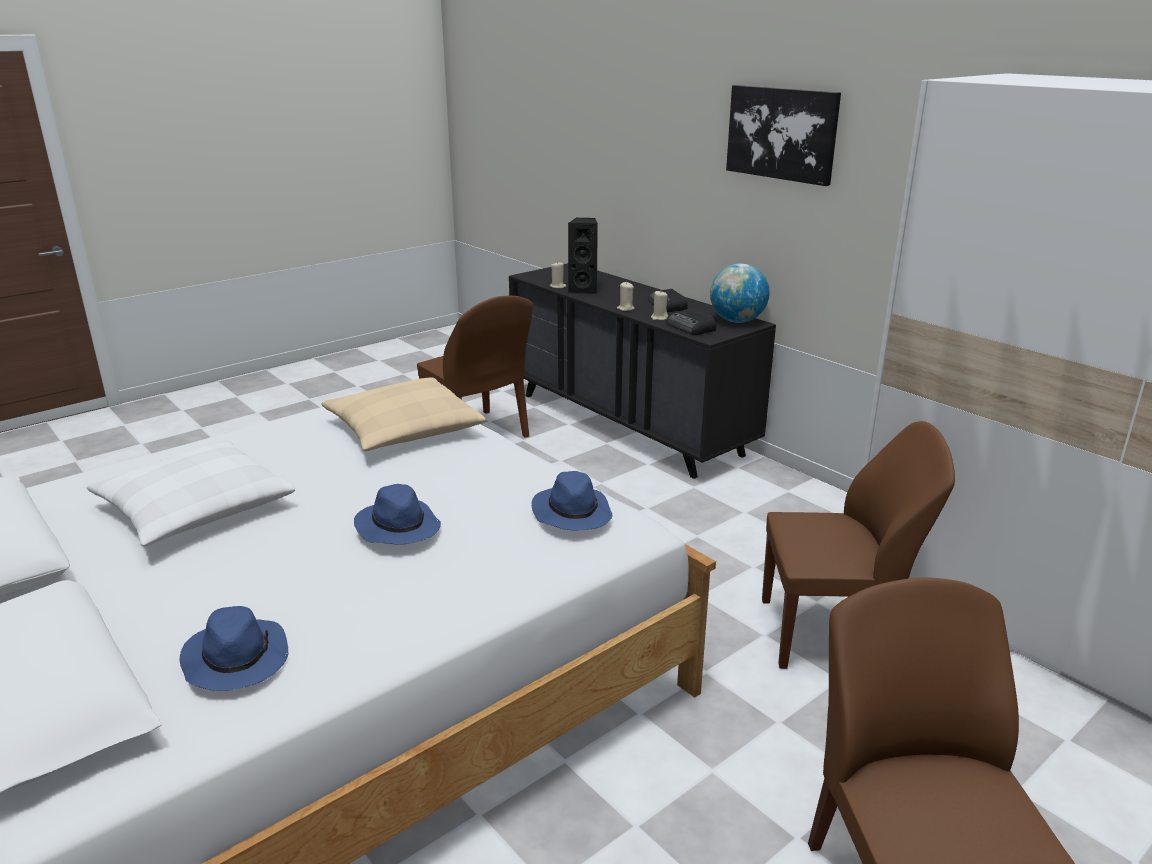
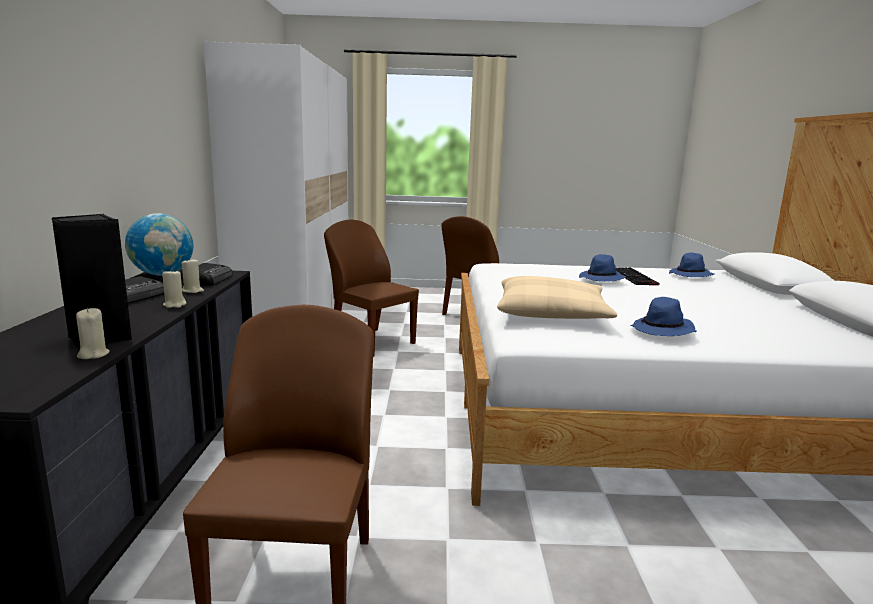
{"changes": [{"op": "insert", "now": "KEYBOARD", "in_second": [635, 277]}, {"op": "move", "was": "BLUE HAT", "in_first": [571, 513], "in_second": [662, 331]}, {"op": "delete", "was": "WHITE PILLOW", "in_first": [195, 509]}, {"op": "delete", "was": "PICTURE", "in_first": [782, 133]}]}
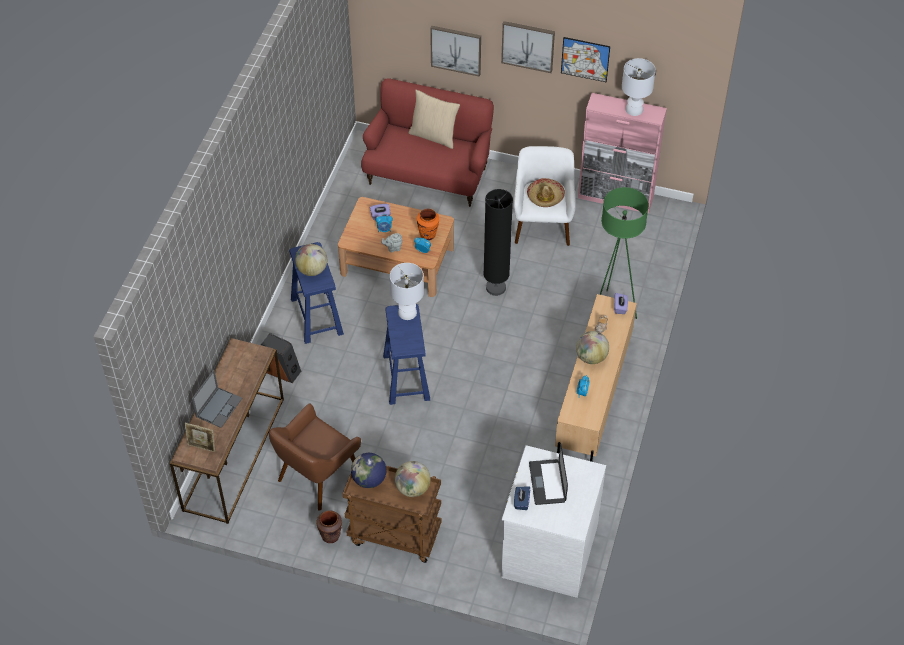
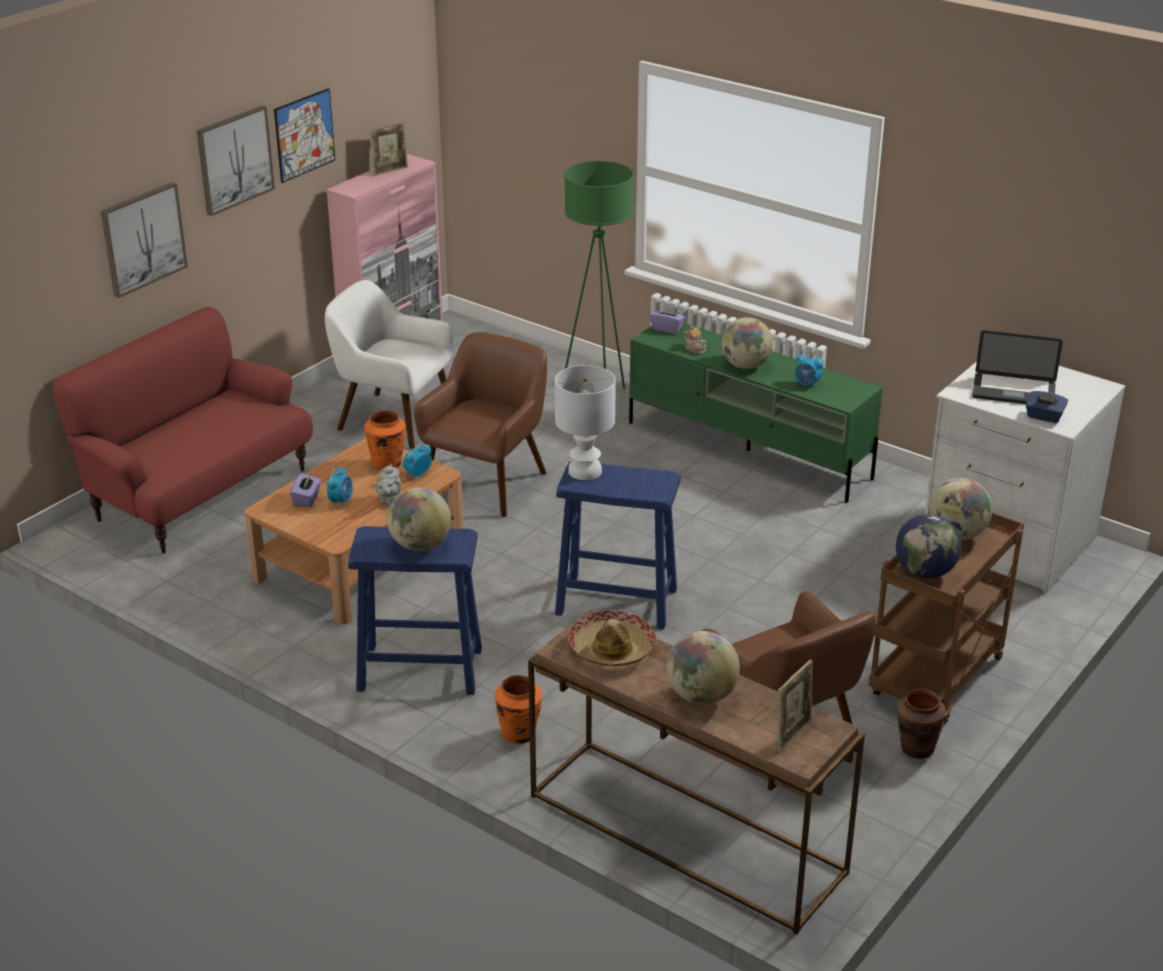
{"changes": [{"op": "replace", "was": "WHITE TABLE LAMP", "now": "PICTURE FRAME", "in_first": [634, 109], "in_second": [390, 171]}, {"op": "replace", "was": "BLACK FLOOR LAMP", "now": "BROWN ARMCHAIR", "in_first": [496, 288], "in_second": [488, 483]}, {"op": "replace", "was": "SPEAKER", "now": "ORANGE VASE", "in_first": [282, 370], "in_second": [519, 734]}, {"op": "move", "was": "HAT", "in_first": [545, 196], "in_second": [611, 648]}, {"op": "recolor", "was": "BEIGE TV STAND", "now": "GREEN TV STAND", "in_first": [592, 399], "in_second": [749, 451]}, {"op": "replace", "was": "LAPTOP", "now": "GLOBE", "in_first": [219, 407], "in_second": [701, 696]}, {"op": "delete", "was": "BEIGE PILLOW", "in_first": [434, 136]}]}
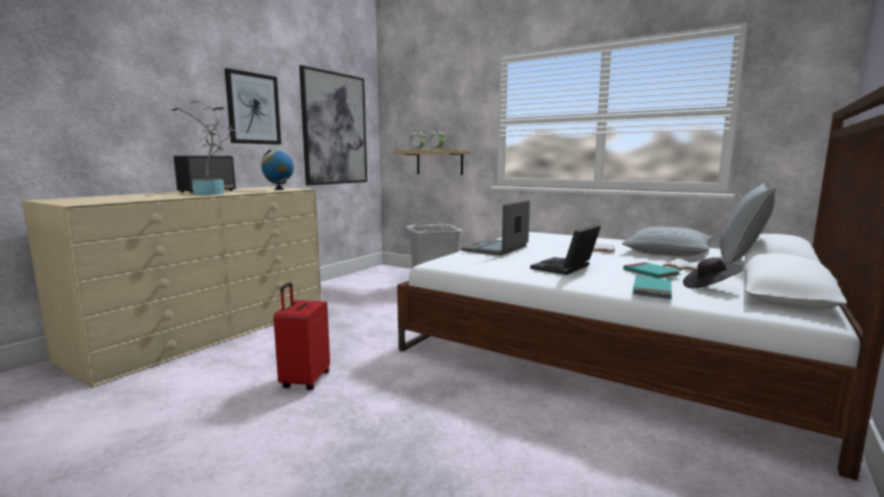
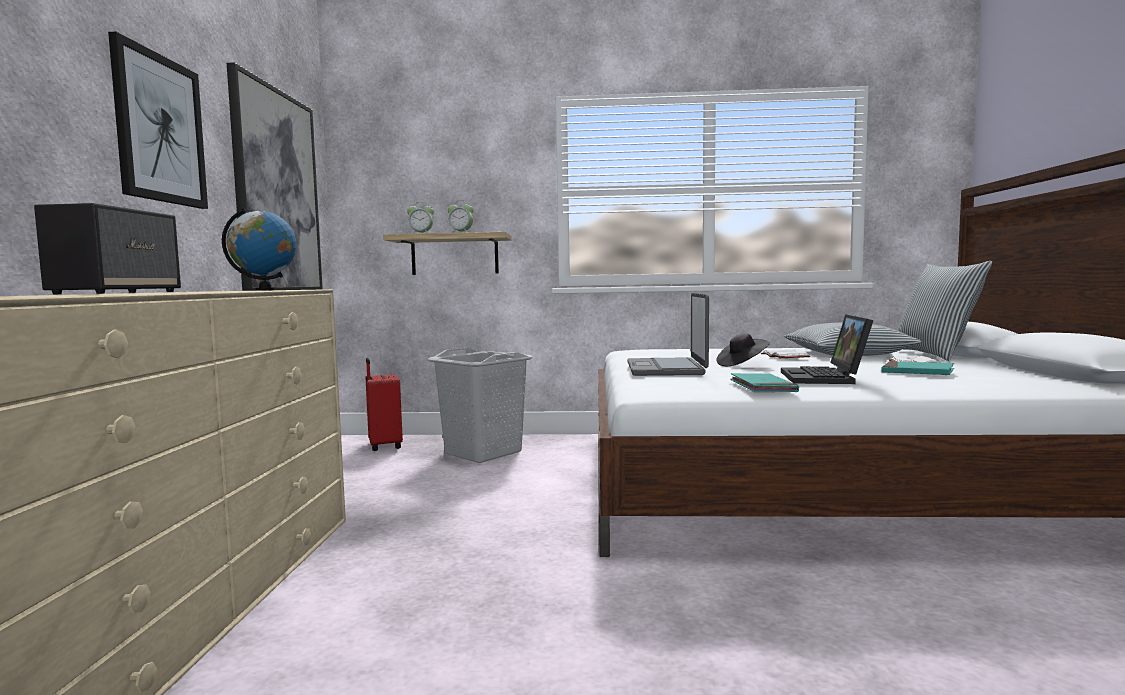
{"changes": [{"op": "move", "was": "RED SUITCASE", "in_first": [304, 381], "in_second": [383, 446]}, {"op": "move", "was": "BLACK HAT", "in_first": [709, 287], "in_second": [742, 364]}, {"op": "move", "was": "TURQUOISE BOOK", "in_first": [652, 290], "in_second": [762, 387]}, {"op": "delete", "was": "POTTED PLANT", "in_first": [212, 194]}]}
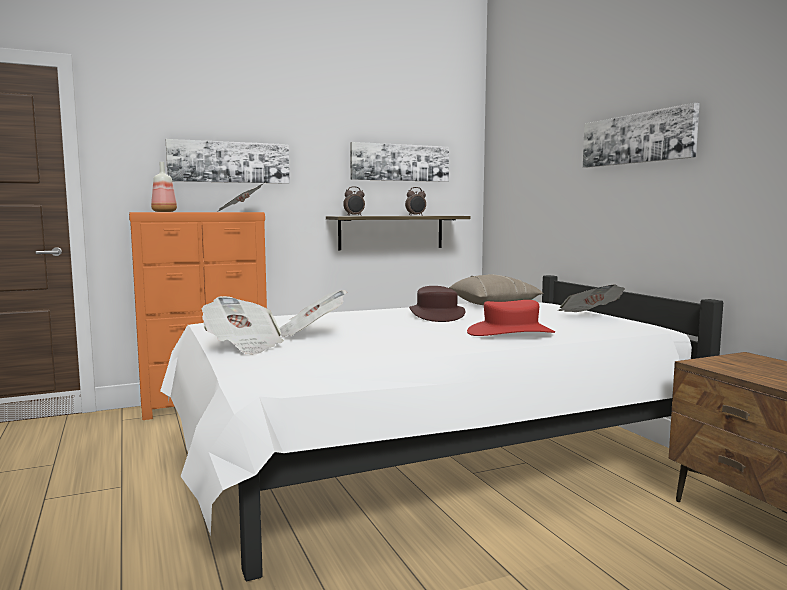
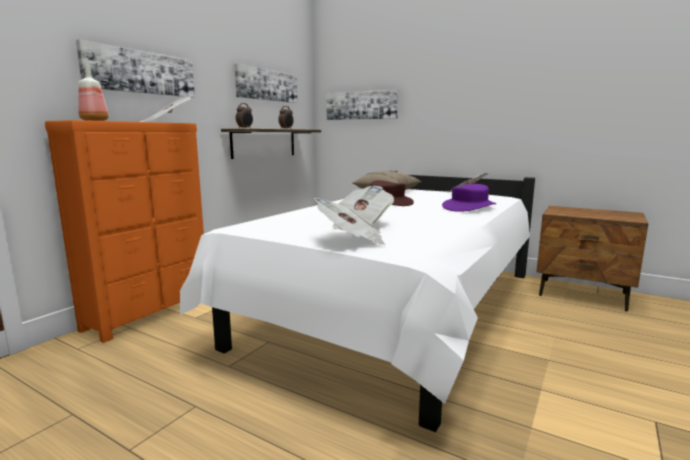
{"changes": [{"op": "move", "was": "PICTURE", "in_first": [637, 138], "in_second": [361, 105]}, {"op": "recolor", "was": "RED HAT", "now": "PURPLE HAT", "in_first": [510, 332], "in_second": [469, 207]}]}
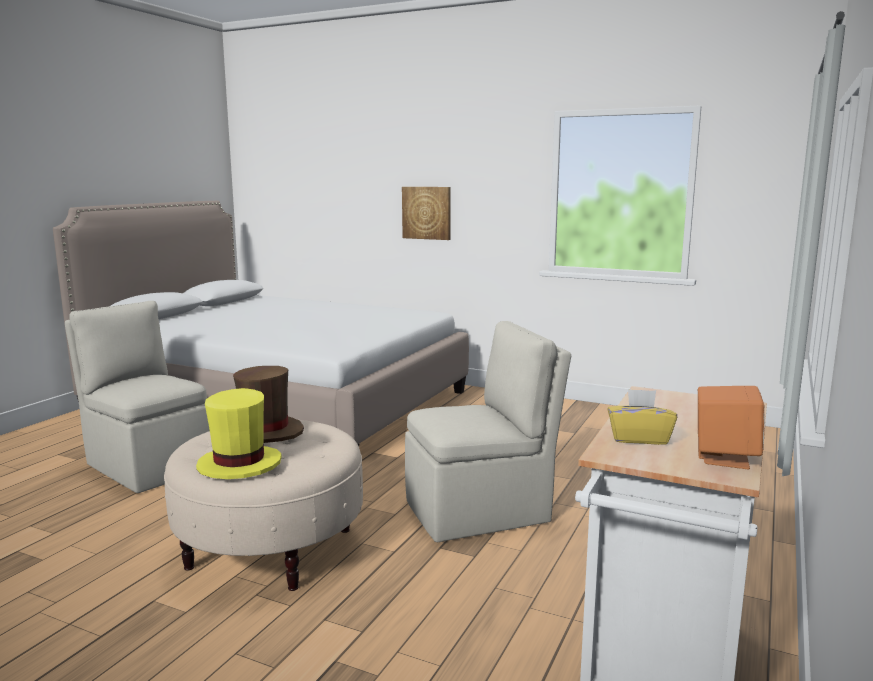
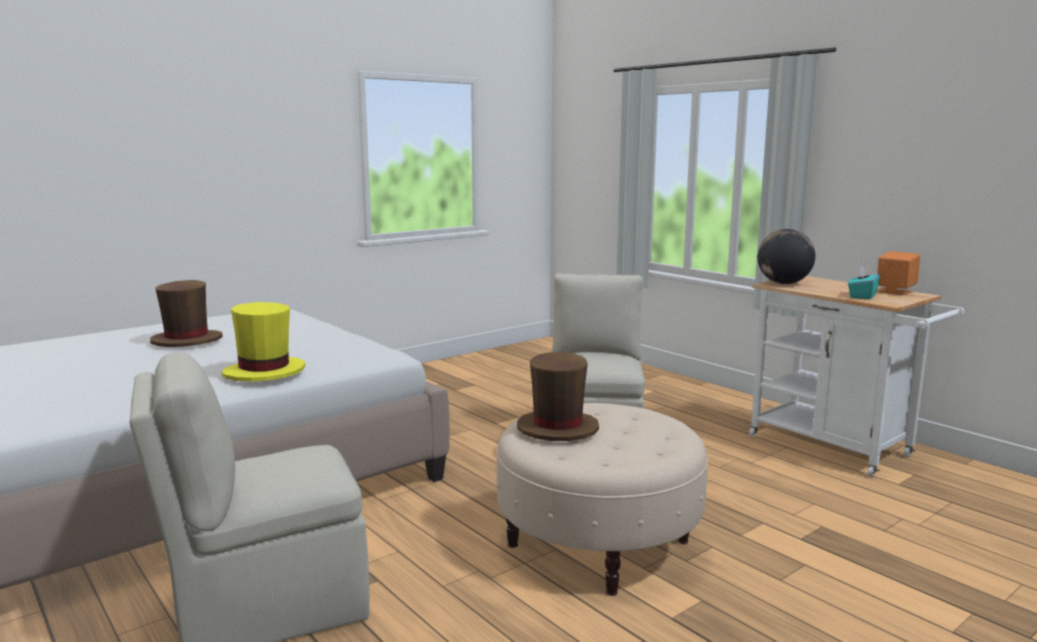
{"changes": [{"op": "insert", "now": "BROWN HAT", "in_second": [187, 341]}, {"op": "move", "was": "YELLOW HAT", "in_first": [239, 465], "in_second": [264, 372]}, {"op": "insert", "now": "GLOBE", "in_second": [783, 283]}, {"op": "recolor", "was": "YELLOW TISSUE BOX", "now": "TURQUOISE TISSUE BOX", "in_first": [639, 438], "in_second": [862, 296]}, {"op": "delete", "was": "PICTURE", "in_first": [427, 213]}]}
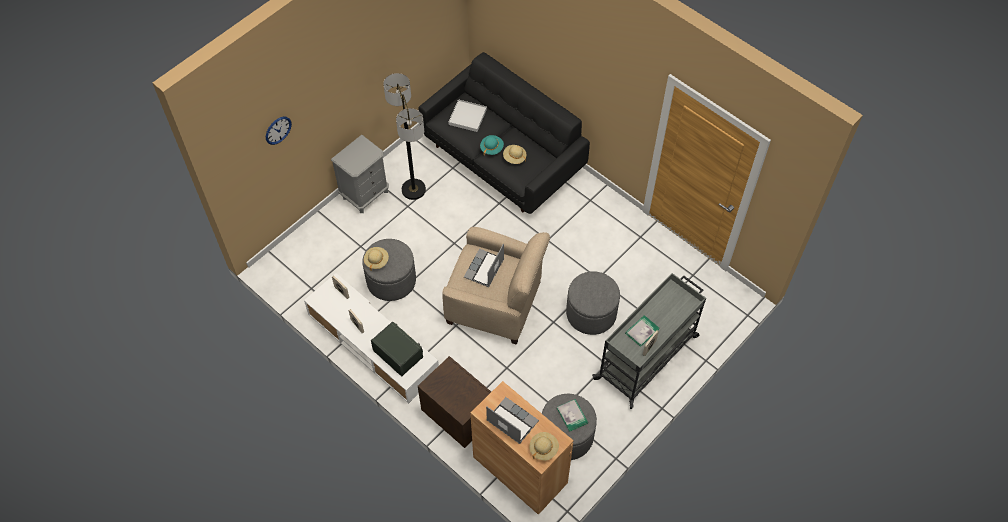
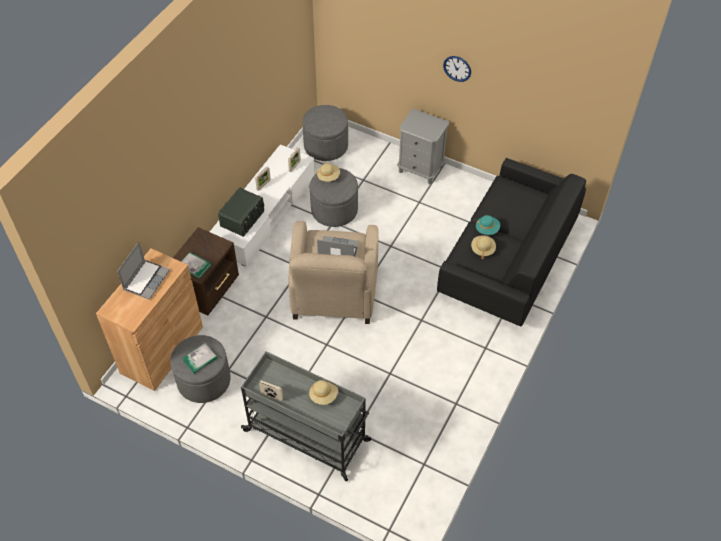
{"changes": [{"op": "move", "was": "BOOK", "in_first": [642, 331], "in_second": [194, 266]}, {"op": "move", "was": "GREY OTTOMAN", "in_first": [591, 313], "in_second": [326, 146]}, {"op": "move", "was": "BEIGE HAT", "in_first": [543, 449], "in_second": [323, 395]}, {"op": "move", "was": "WALL CLOCK", "in_first": [278, 130], "in_second": [457, 68]}, {"op": "delete", "was": "FLOOR LAMP", "in_first": [413, 189]}, {"op": "delete", "was": "WHITE TRAY", "in_first": [467, 117]}]}
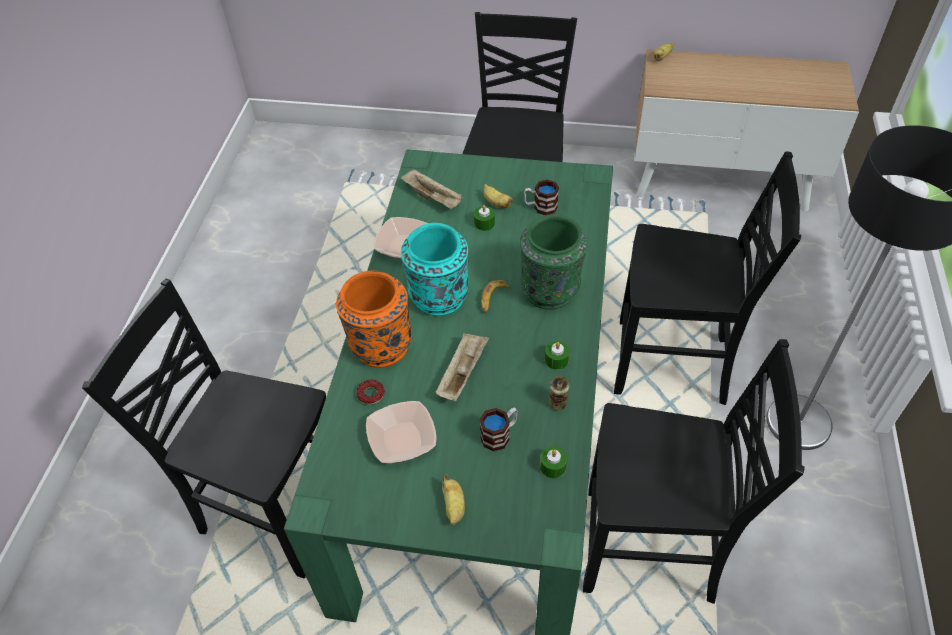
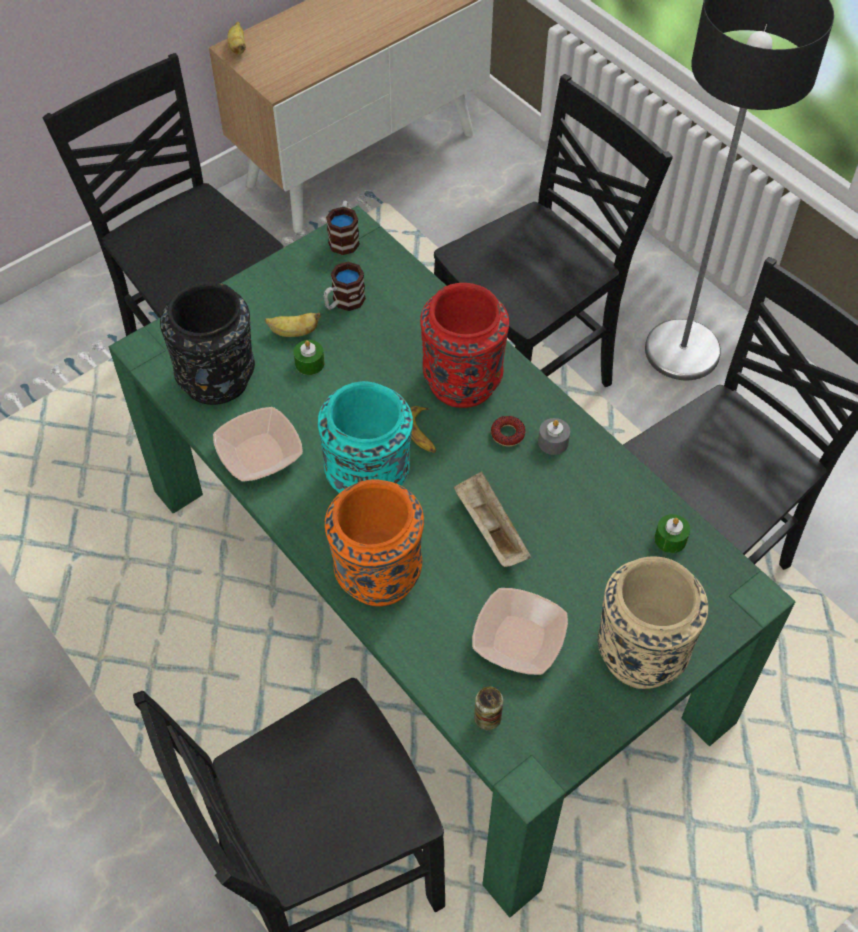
{"changes": [{"op": "replace", "was": "BEIGE TRAY", "now": "BLACK VASE", "in_first": [433, 198], "in_second": [218, 378]}, {"op": "move", "was": "MUG", "in_first": [500, 434], "in_second": [344, 238]}, {"op": "recolor", "was": "GREEN VASE", "now": "RED VASE", "in_first": [550, 289], "in_second": [462, 380]}, {"op": "move", "was": "CAN", "in_first": [557, 403], "in_second": [487, 718]}, {"op": "move", "was": "DONUT", "in_first": [371, 394], "in_second": [507, 434]}, {"op": "recolor", "was": "GREEN CANDLE", "now": "GREY CANDLE", "in_first": [556, 359], "in_second": [553, 442]}, {"op": "replace", "was": "BANANA", "now": "BEIGE VASE", "in_first": [454, 507], "in_second": [640, 652]}]}
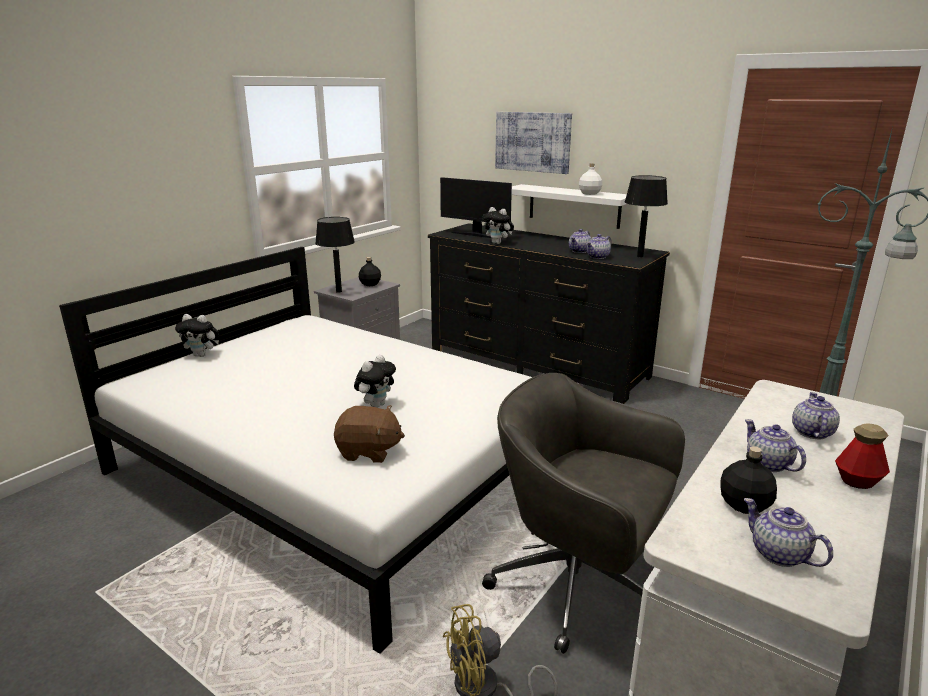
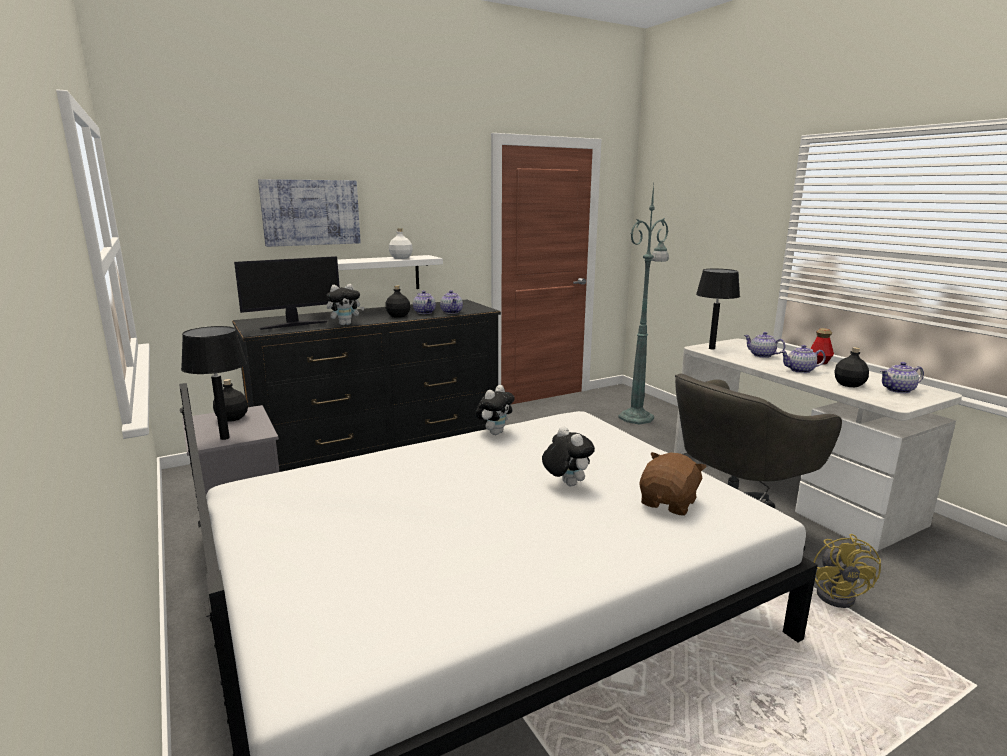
{"changes": [{"op": "insert", "now": "BLACK BOTTLE", "in_second": [398, 316]}, {"op": "move", "was": "PLUSH TOY", "in_first": [202, 355], "in_second": [495, 432]}, {"op": "move", "was": "BLACK TABLE LAMP", "in_first": [639, 256], "in_second": [711, 348]}]}
